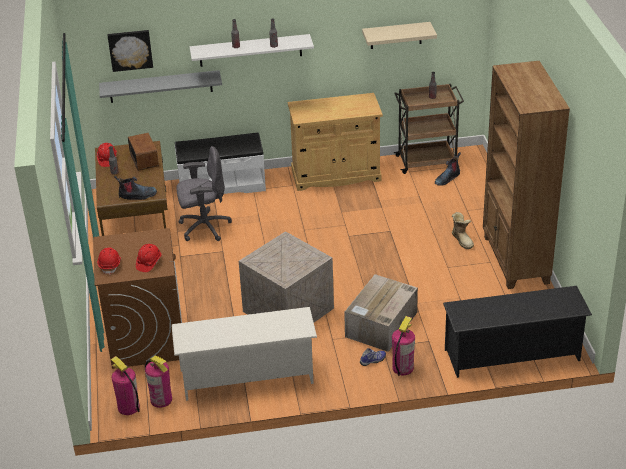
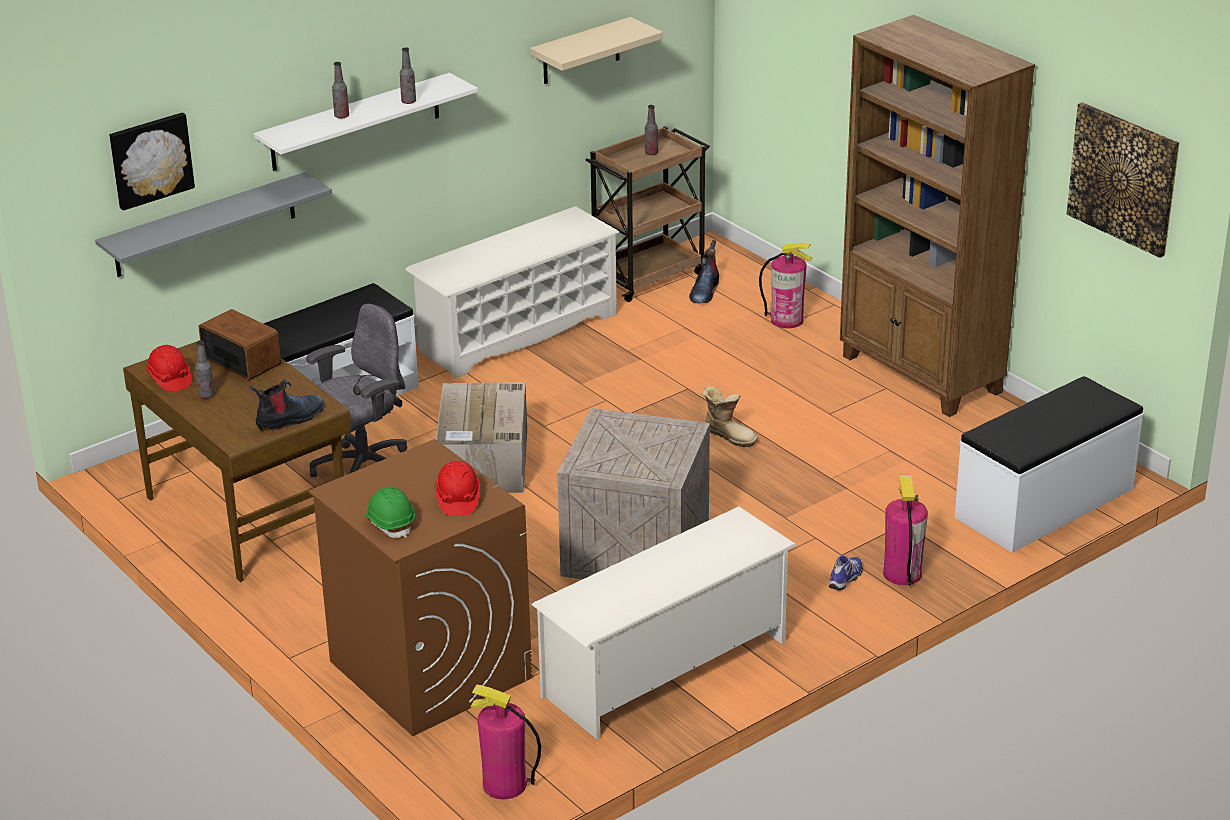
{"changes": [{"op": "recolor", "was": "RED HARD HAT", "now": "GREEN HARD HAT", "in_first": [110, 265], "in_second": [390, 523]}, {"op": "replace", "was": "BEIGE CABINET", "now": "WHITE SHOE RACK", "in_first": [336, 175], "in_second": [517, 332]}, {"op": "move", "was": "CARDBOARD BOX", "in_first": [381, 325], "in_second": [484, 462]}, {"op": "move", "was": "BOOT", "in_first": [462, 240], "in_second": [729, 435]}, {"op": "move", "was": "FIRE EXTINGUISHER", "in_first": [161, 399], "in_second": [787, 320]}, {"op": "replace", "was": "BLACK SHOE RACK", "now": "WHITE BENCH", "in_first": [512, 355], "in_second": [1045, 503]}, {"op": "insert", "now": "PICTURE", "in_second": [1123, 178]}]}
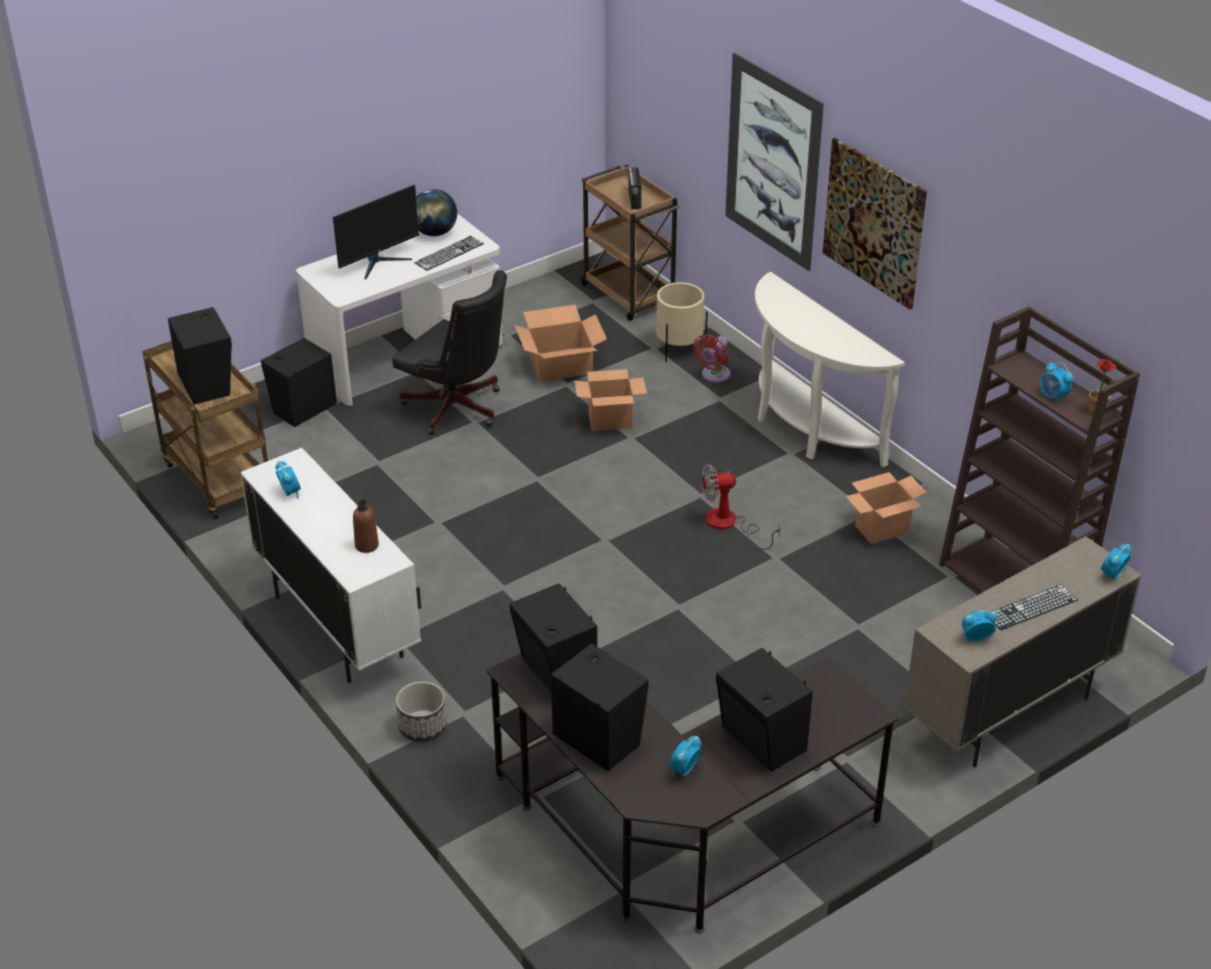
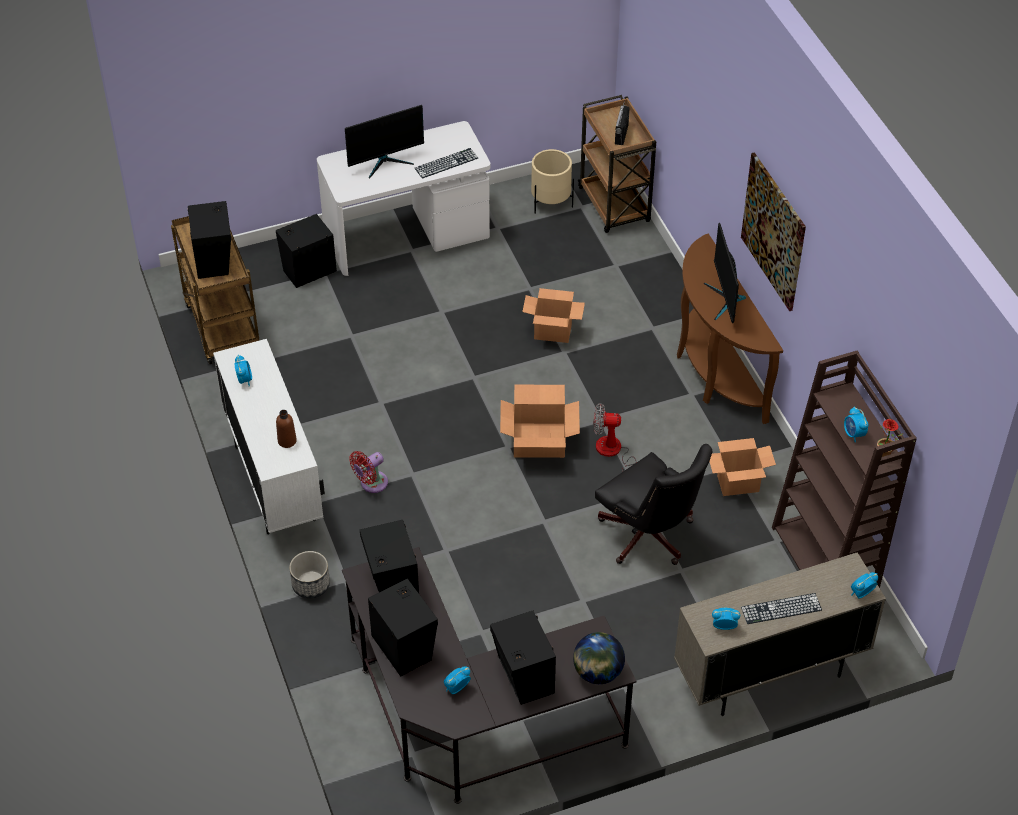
{"changes": [{"op": "move", "was": "RED FAN", "in_first": [714, 376], "in_second": [371, 484]}, {"op": "move", "was": "CARDBOARD BOX", "in_first": [560, 364], "in_second": [539, 439]}, {"op": "move", "was": "BEIGE PLANTER", "in_first": [678, 348], "in_second": [550, 202]}, {"op": "move", "was": "GLOBE", "in_first": [434, 233], "in_second": [597, 672]}, {"op": "move", "was": "BLACK OFFICE CHAIR", "in_first": [458, 410], "in_second": [649, 538]}, {"op": "recolor", "was": "WHITE CONSOLE TABLE", "now": "BROWN CONSOLE TABLE", "in_first": [805, 428], "in_second": [714, 372]}, {"op": "insert", "now": "MONITOR", "in_second": [725, 300]}, {"op": "delete", "was": "PICTURE", "in_first": [772, 162]}]}
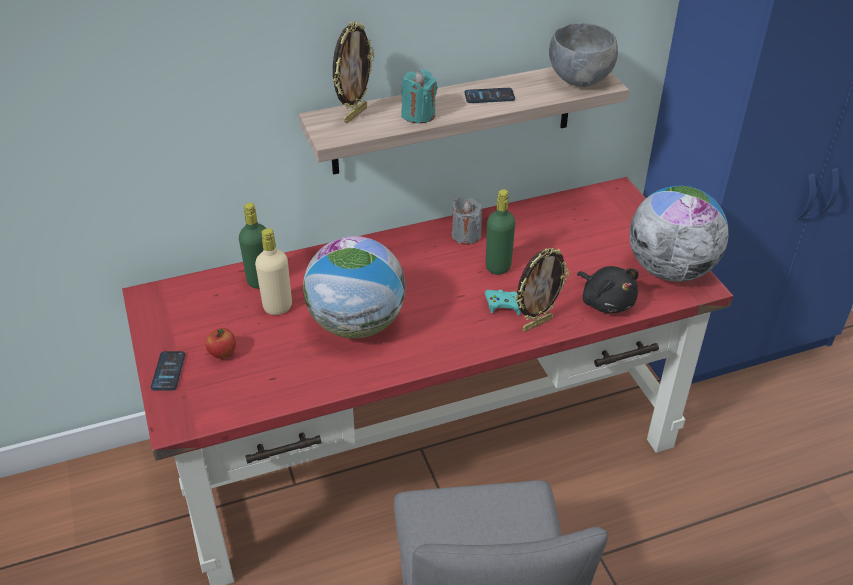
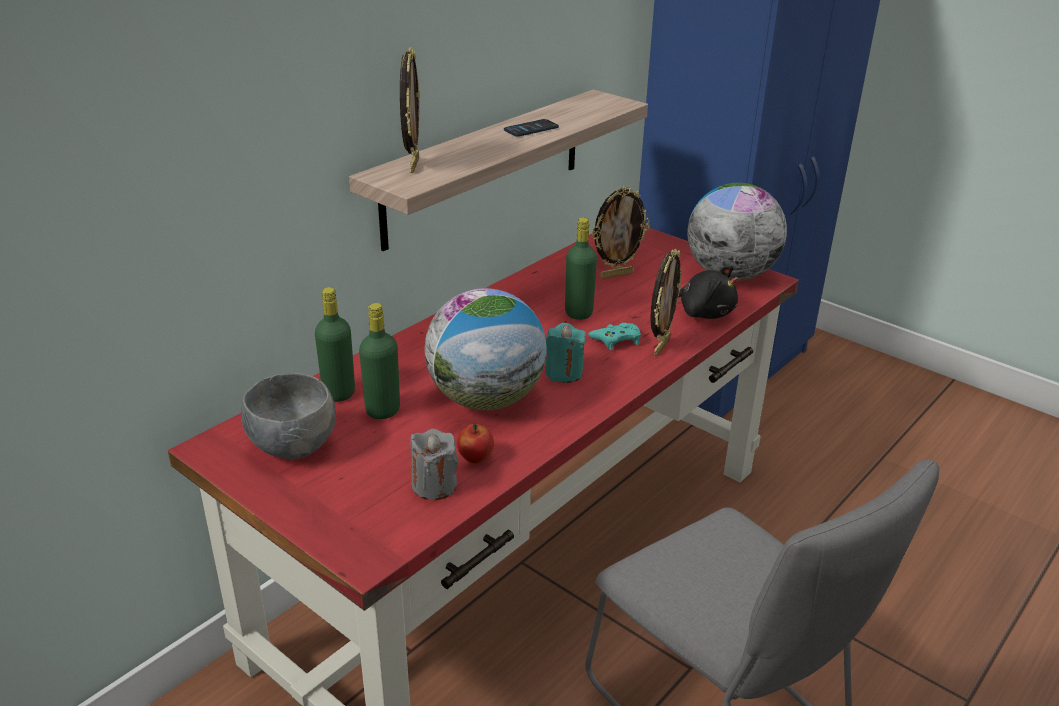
{"changes": [{"op": "move", "was": "GREY BOWL", "in_first": [579, 79], "in_second": [293, 446]}, {"op": "recolor", "was": "BEIGE BOTTLE", "now": "GREEN BOTTLE", "in_first": [277, 307], "in_second": [383, 410]}, {"op": "move", "was": "GREY CANDLE", "in_first": [466, 235], "in_second": [434, 486]}, {"op": "move", "was": "APPLE", "in_first": [223, 354], "in_second": [475, 458]}, {"op": "move", "was": "TURQUOISE CANDLE", "in_first": [418, 115], "in_second": [564, 373]}, {"op": "insert", "now": "PICTURE FRAME", "in_second": [616, 274]}, {"op": "delete", "was": "PHONE", "in_first": [168, 371]}]}
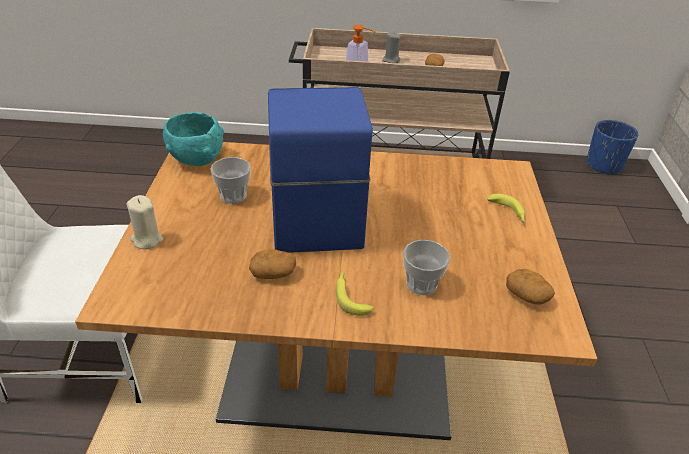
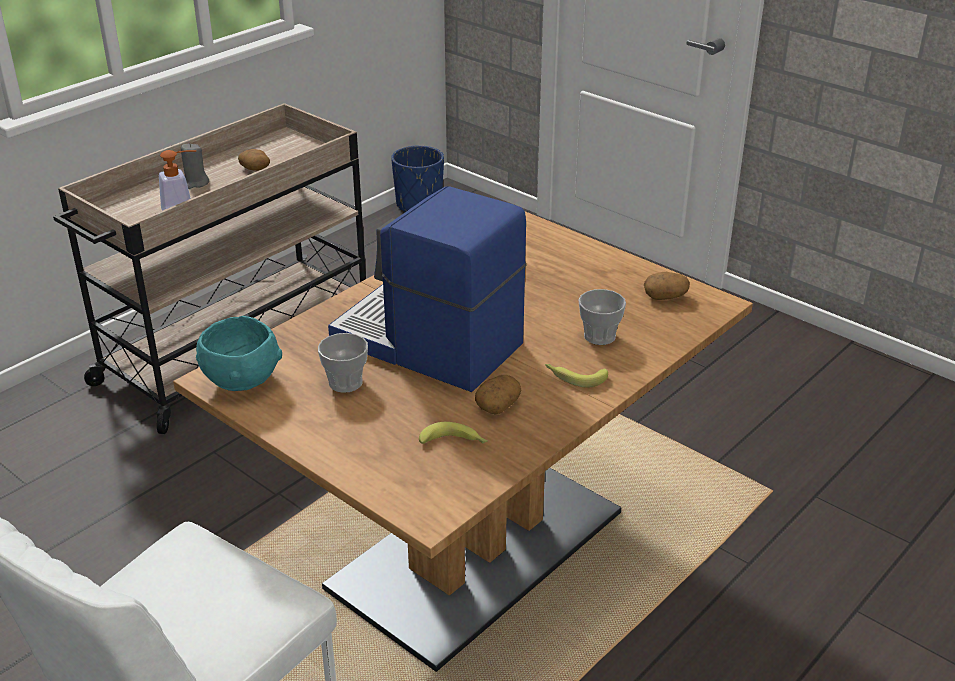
{"changes": [{"op": "move", "was": "BANANA", "in_first": [508, 212], "in_second": [454, 442]}, {"op": "delete", "was": "BEIGE CANDLE", "in_first": [147, 240]}]}
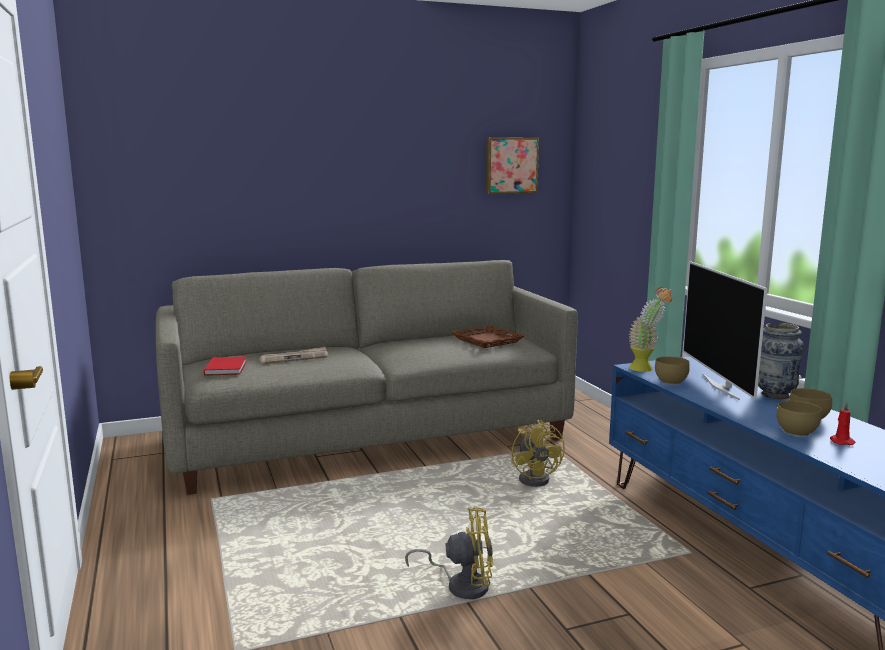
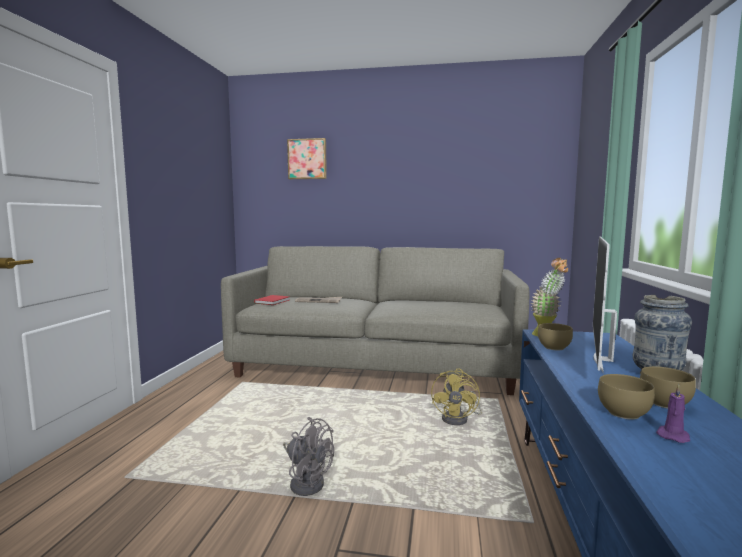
{"changes": [{"op": "recolor", "was": "YELLOW FAN", "now": "GREY FAN", "in_first": [462, 585], "in_second": [306, 482]}, {"op": "move", "was": "PICTURE", "in_first": [511, 165], "in_second": [307, 159]}, {"op": "recolor", "was": "RED CANDLE", "now": "PURPLE CANDLE", "in_first": [841, 441], "in_second": [673, 436]}, {"op": "delete", "was": "BROWN TRAY", "in_first": [486, 341]}]}
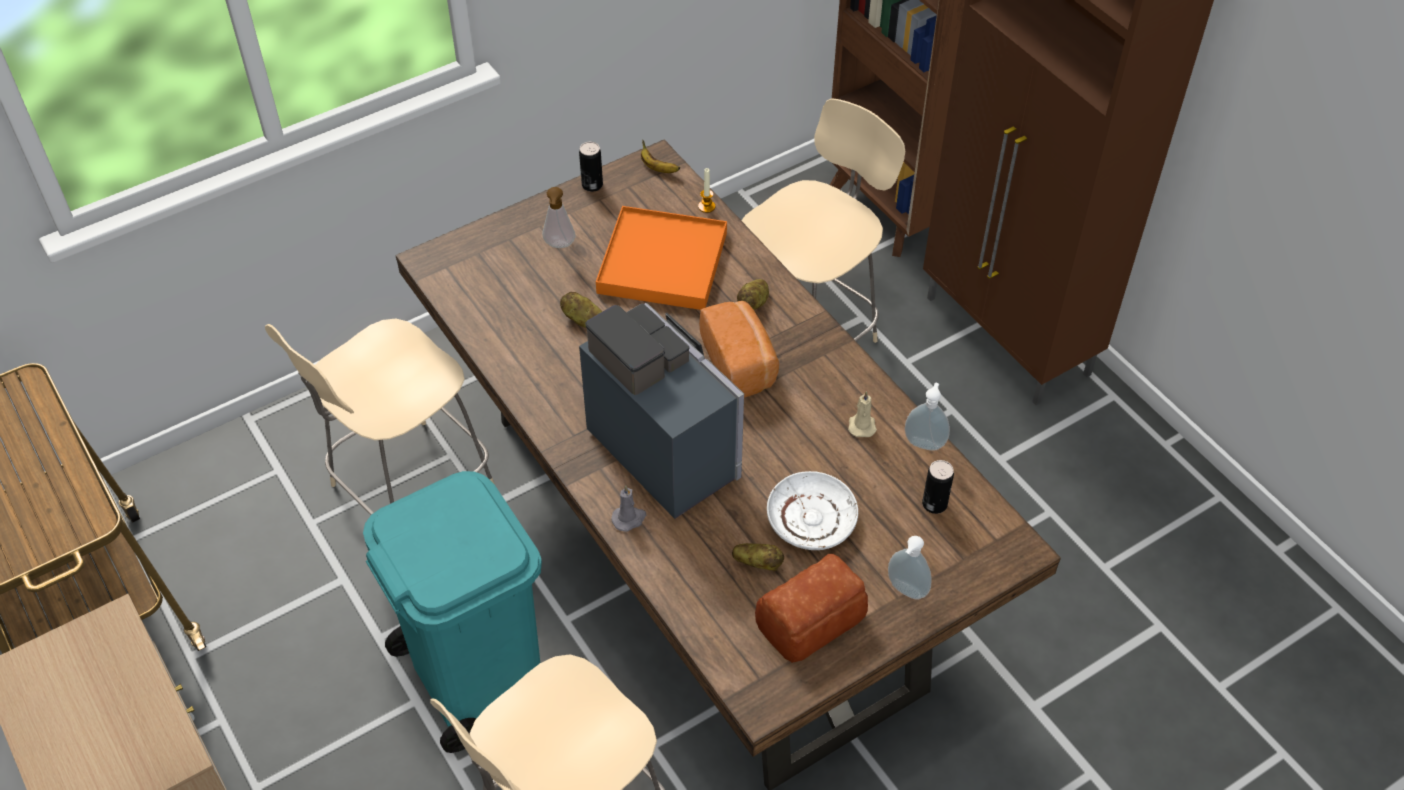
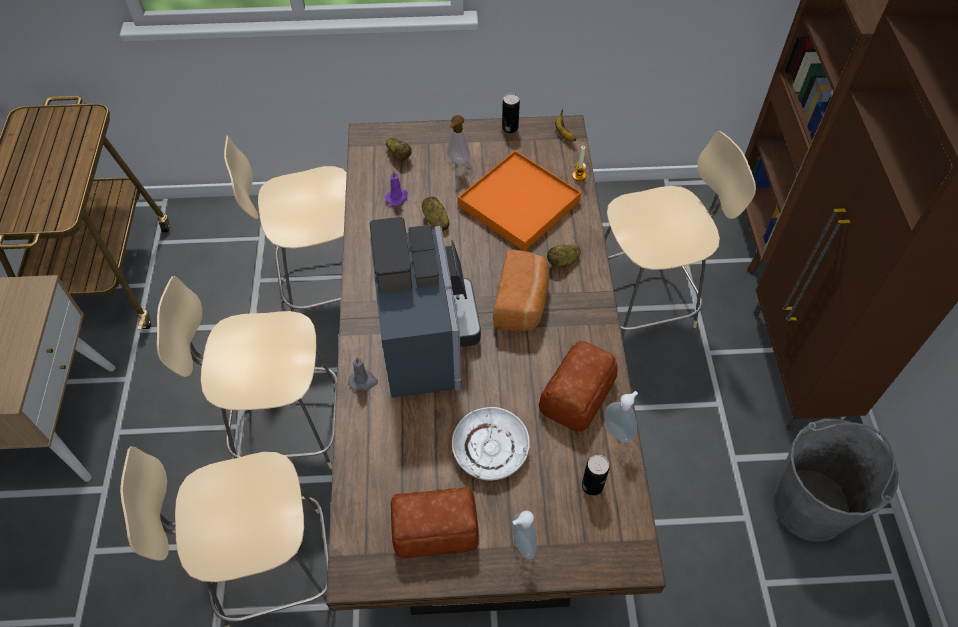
{"changes": [{"op": "replace", "was": "TURQUOISE TRASH CAN", "now": "BEIGE CHAIR", "in_first": [475, 674], "in_second": [284, 427]}, {"op": "insert", "now": "PURPLE CANDLE", "in_second": [397, 197]}, {"op": "move", "was": "POTATO", "in_first": [758, 563], "in_second": [399, 154]}, {"op": "replace", "was": "BEIGE CANDLE", "now": "BREAD", "in_first": [861, 425], "in_second": [579, 393]}, {"op": "insert", "now": "GREY BUCKET", "in_second": [810, 505]}]}
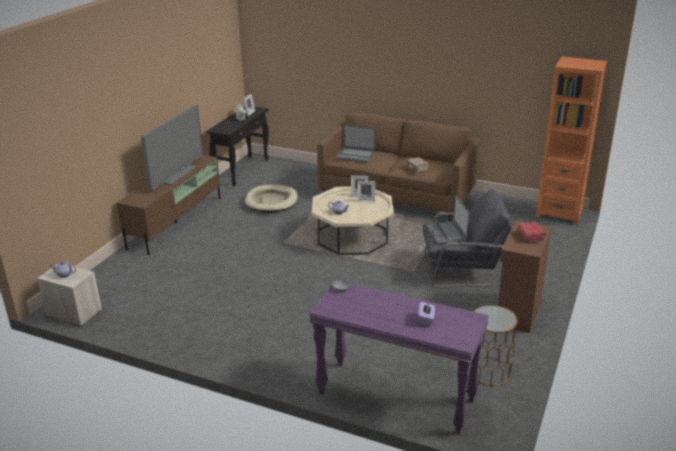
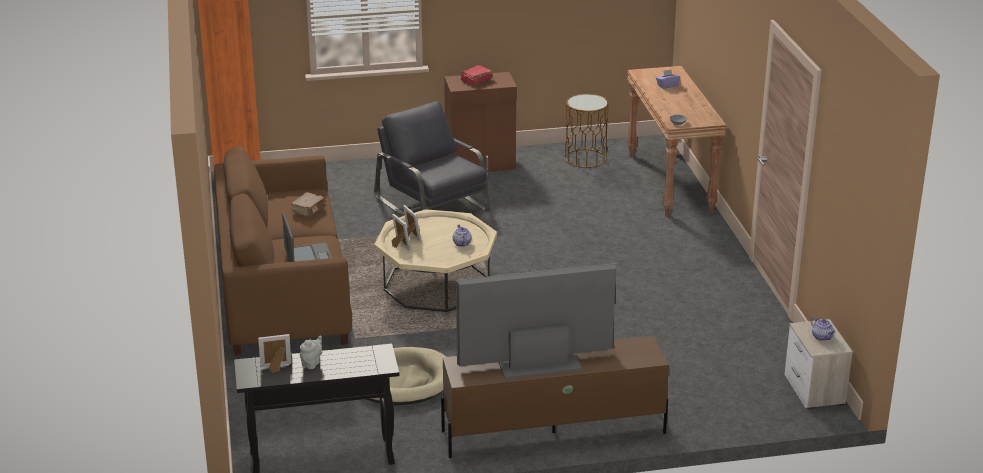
{"changes": [{"op": "recolor", "was": "PURPLE CONSOLE TABLE", "now": "BROWN CONSOLE TABLE", "in_first": [395, 397], "in_second": [670, 183]}, {"op": "delete", "was": "LAPTOP", "in_first": [447, 233]}]}
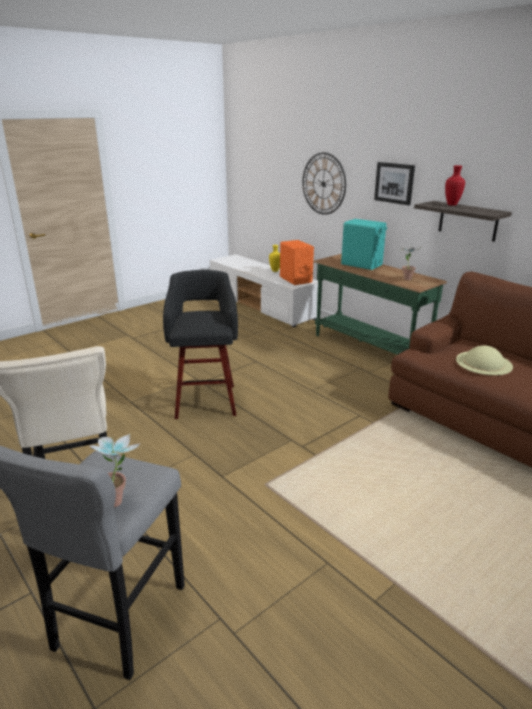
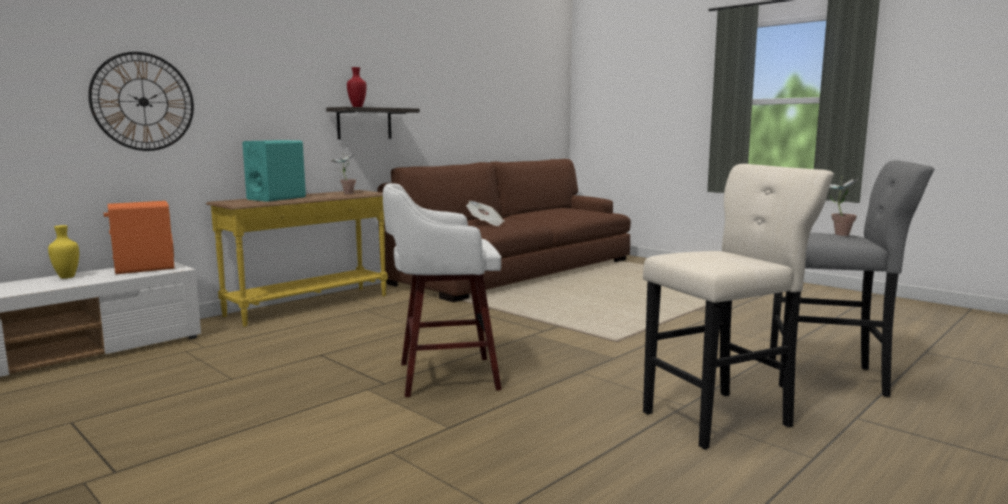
{"changes": [{"op": "recolor", "was": "GREEN CONSOLE TABLE", "now": "YELLOW CONSOLE TABLE", "in_first": [368, 349], "in_second": [310, 306]}, {"op": "recolor", "was": "BLACK STOOL", "now": "WHITE STOOL", "in_first": [206, 400], "in_second": [444, 376]}, {"op": "replace", "was": "BEIGE HAT", "now": "NEWSPAPER", "in_first": [484, 363], "in_second": [485, 224]}, {"op": "delete", "was": "PICTURE", "in_first": [394, 183]}]}
